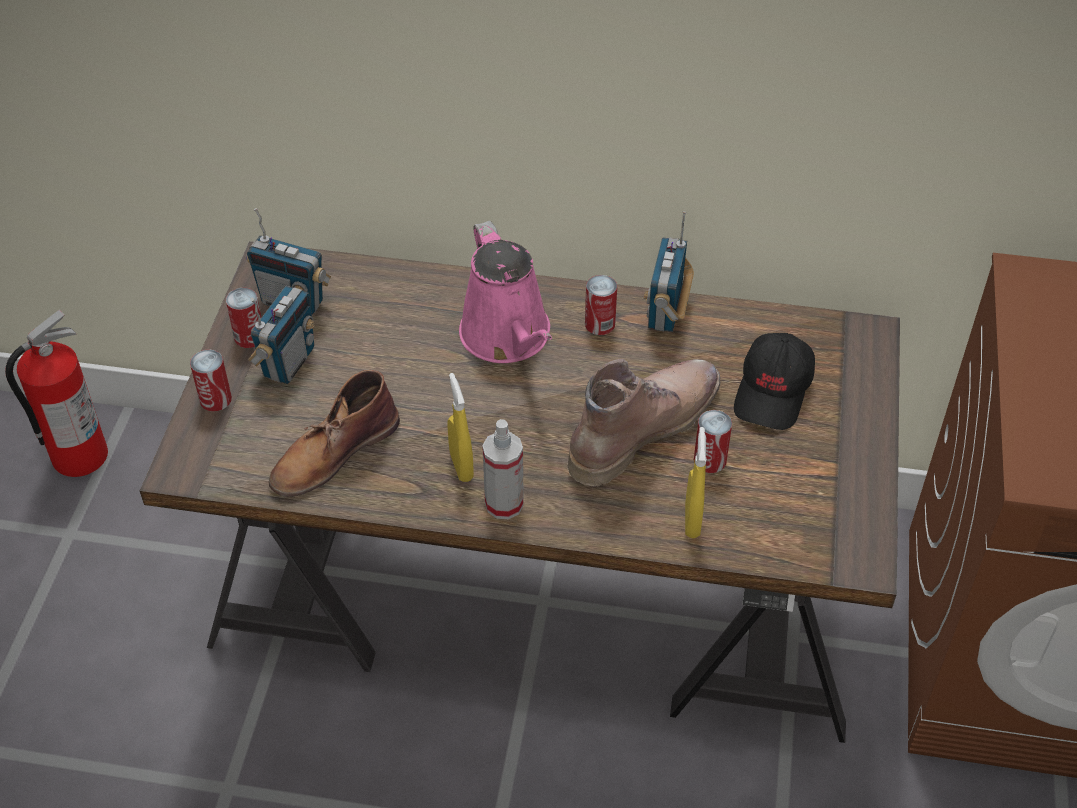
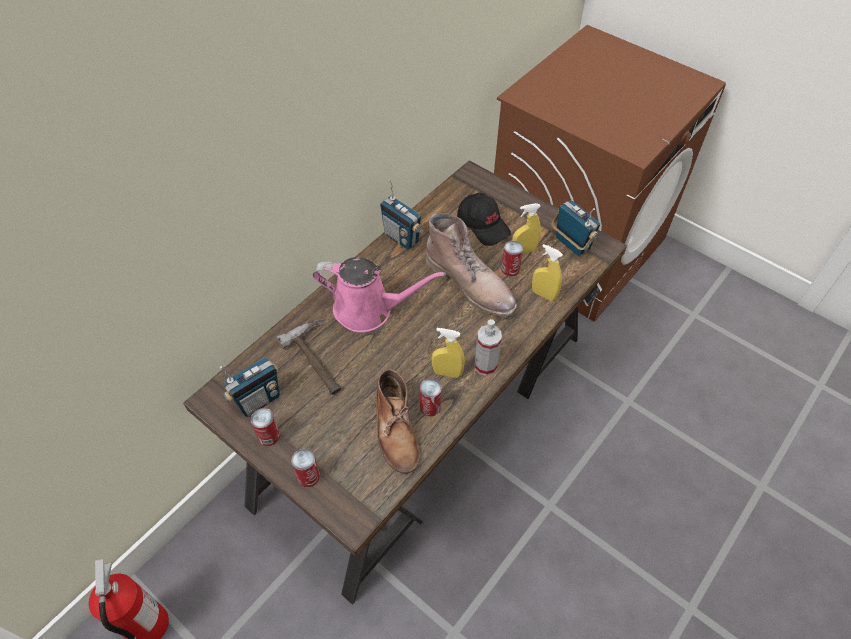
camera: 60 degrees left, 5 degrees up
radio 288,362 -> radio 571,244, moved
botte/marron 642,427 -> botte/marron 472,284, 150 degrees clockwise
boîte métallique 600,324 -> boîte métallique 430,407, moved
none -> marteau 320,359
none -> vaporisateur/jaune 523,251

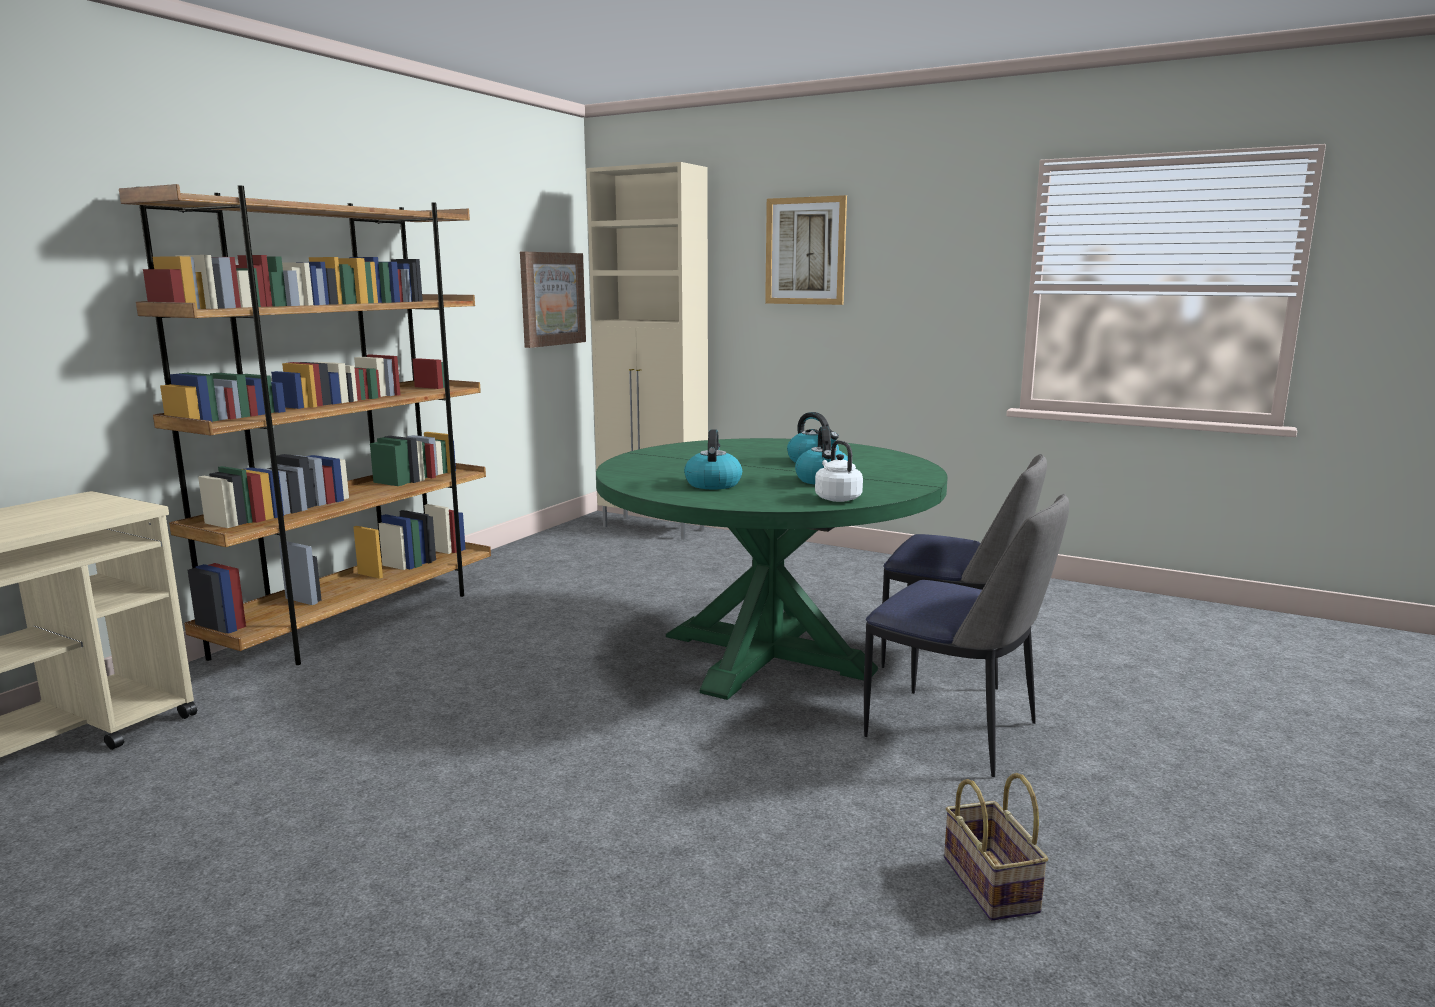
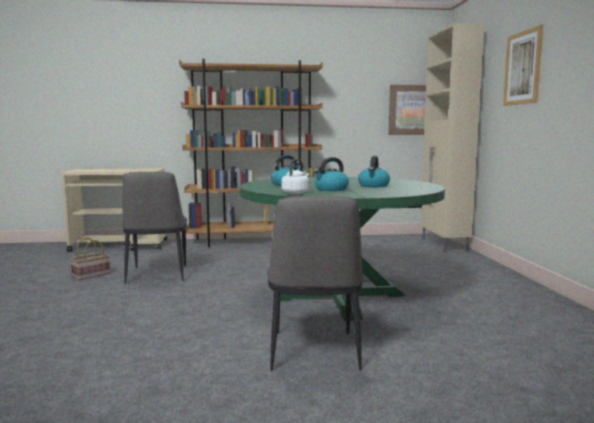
camera: 55 degrees right, 5 degrees down
chaise 954,659 -> chaise 157,275, moved
panier 993,886 -> panier 90,275, moved

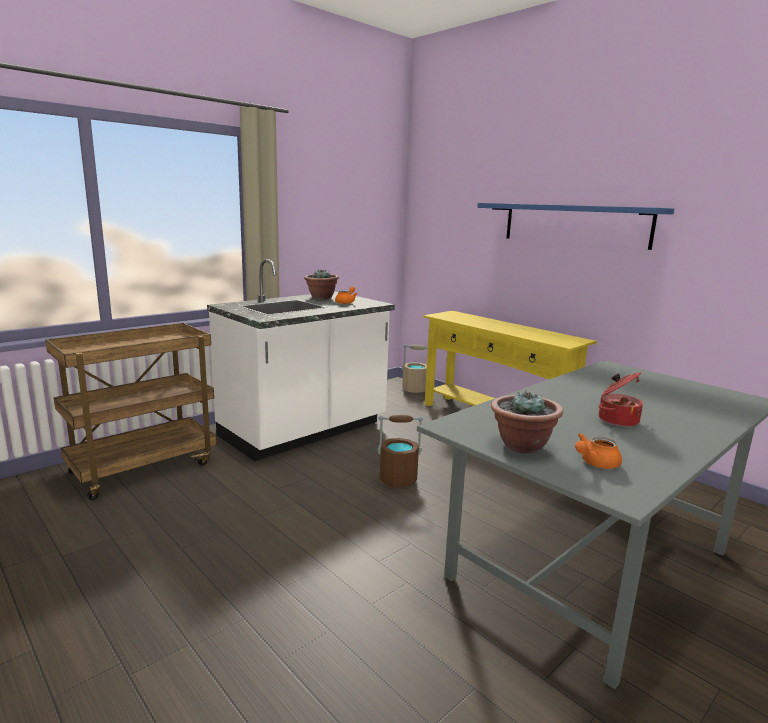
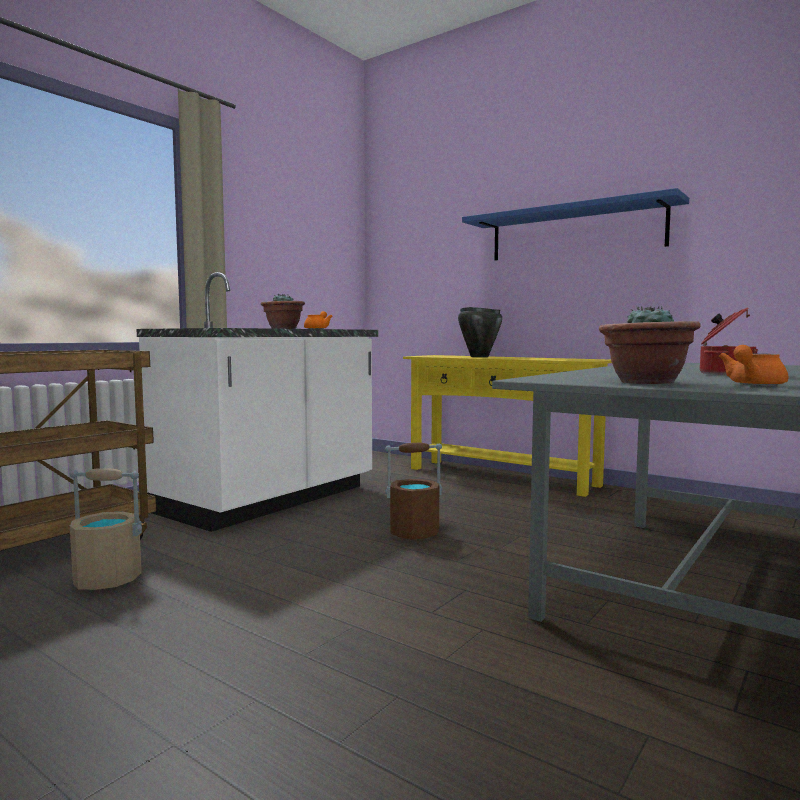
camera: 10 degrees left, 10 degrees down
seau/beige 415,389 -> seau/beige 108,579, moved
none -> marmite/noir 479,357

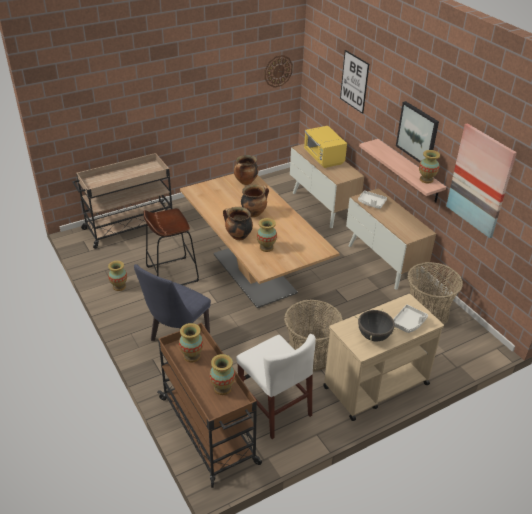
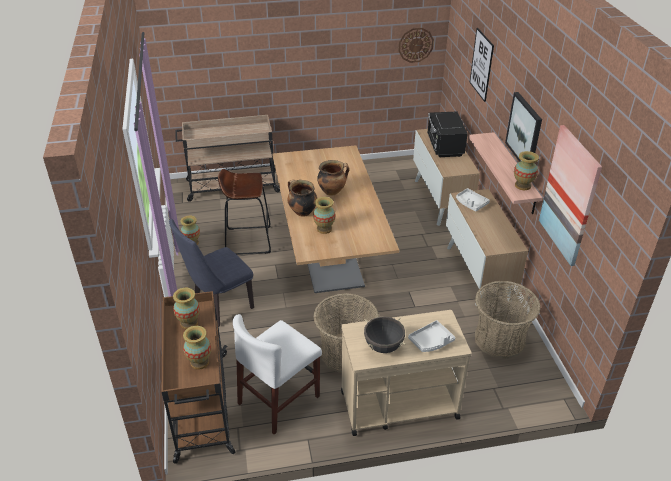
camera: 20 degrees right, 0 degrees up
marmite 245,182 -> none
chaise/blanc 274,407 -> chaise/blanc 279,400, 60 degrees clockwise
micro-ondes/jaune 323,158 -> micro-ondes/noir 444,147

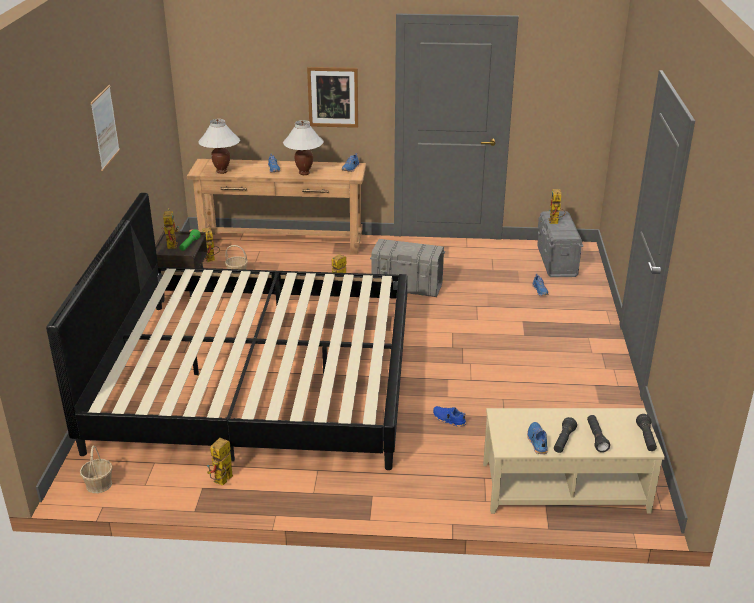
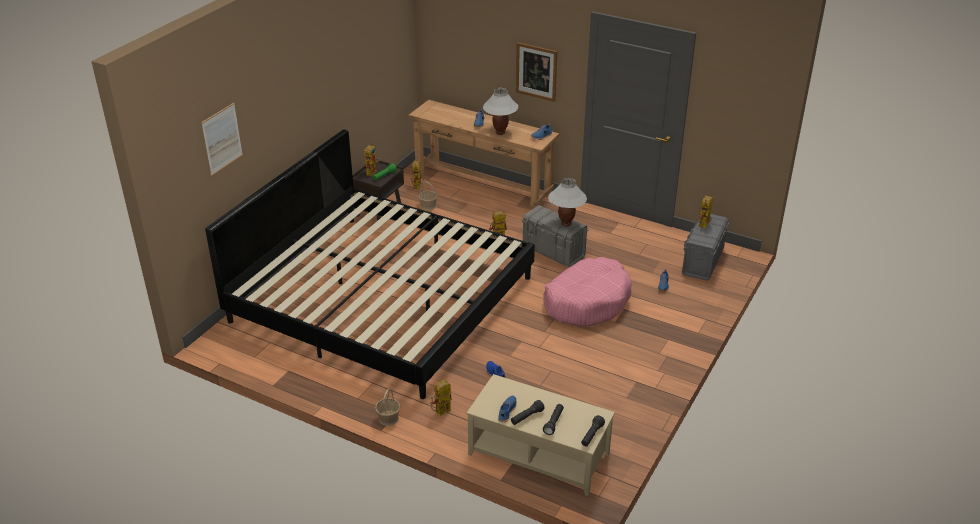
camera: 25 degrees right, 5 degrees up
panier 99,484 -> panier 388,418, moved
tableau 105,127 -> tableau 222,139, moved
lampe de table/blanc 222,171 -> lampe de table/blanc 566,224, moved
robot jouet 222,482 -> robot jouet 441,413, moved
none -> panier pour chien/rose 587,301

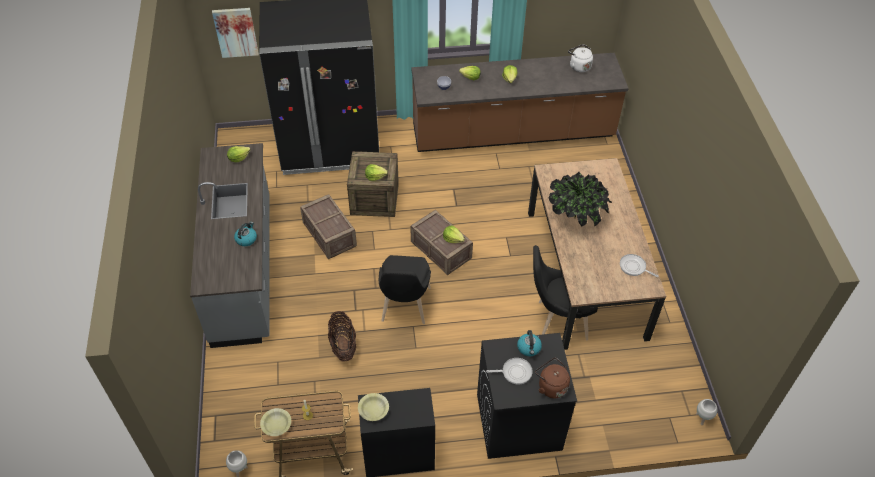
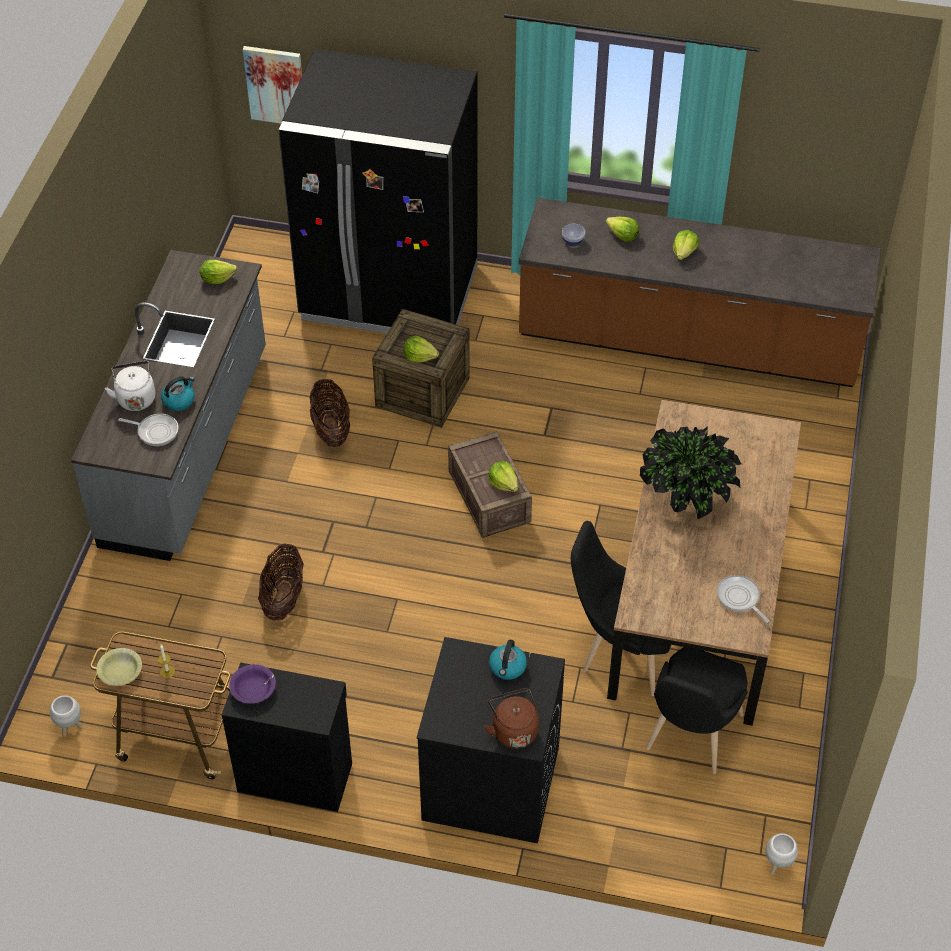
camera: 20 degrees right, 0 degrees up
caisse 329,235 -> panier 331,429
bol/jaune 373,409 -> bol/violet 253,688
chaise/noir 404,308 -> chaise/noir 690,737, moved
poêle 514,372 -> poêle 155,431, moved
bouilloire/blanc 579,66 -> bouilloire/blanc 135,397, moved

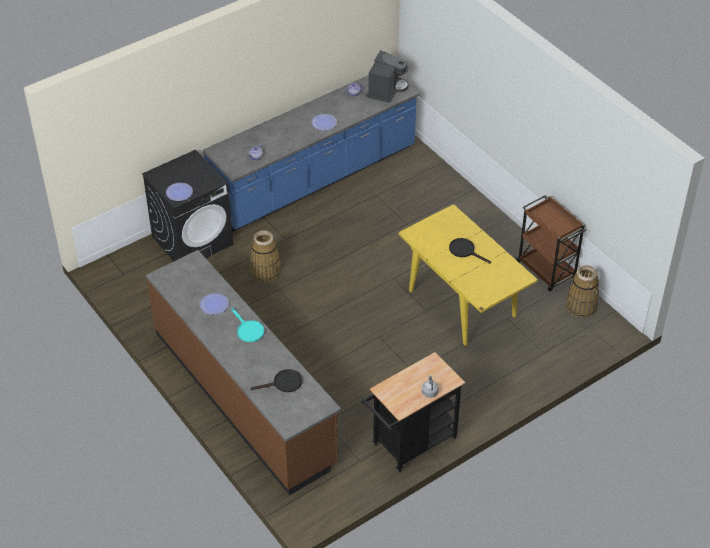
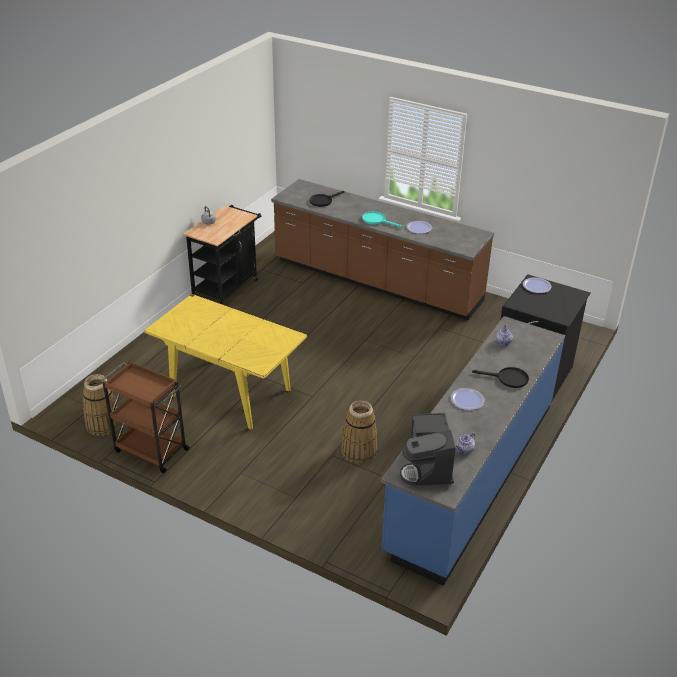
camera: 155 degrees right, 10 degrees down
panier 265,271 -> panier 359,451, moved
poêle/noir 465,251 -> poêle/noir 508,379, moved

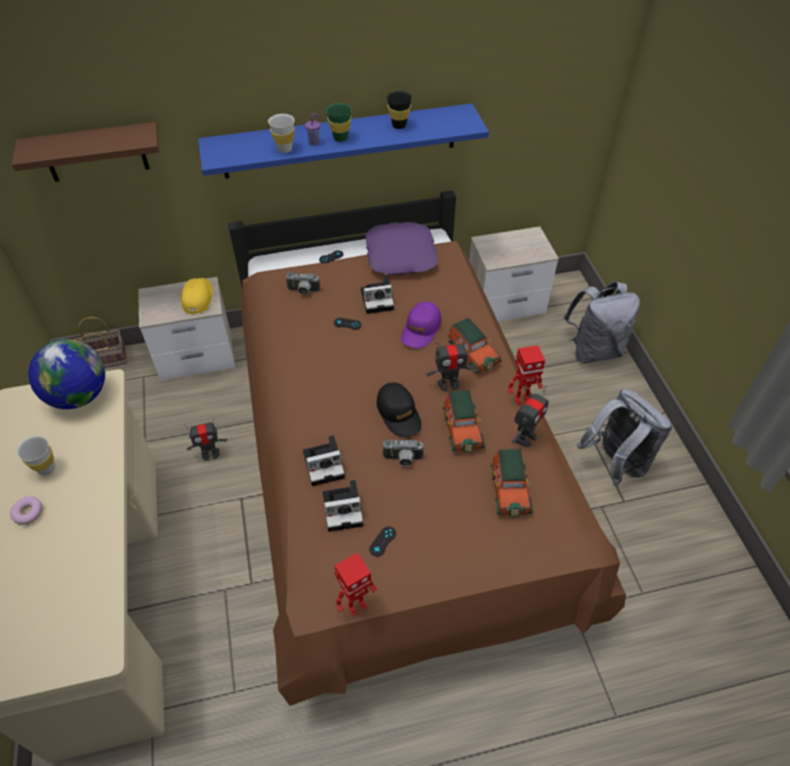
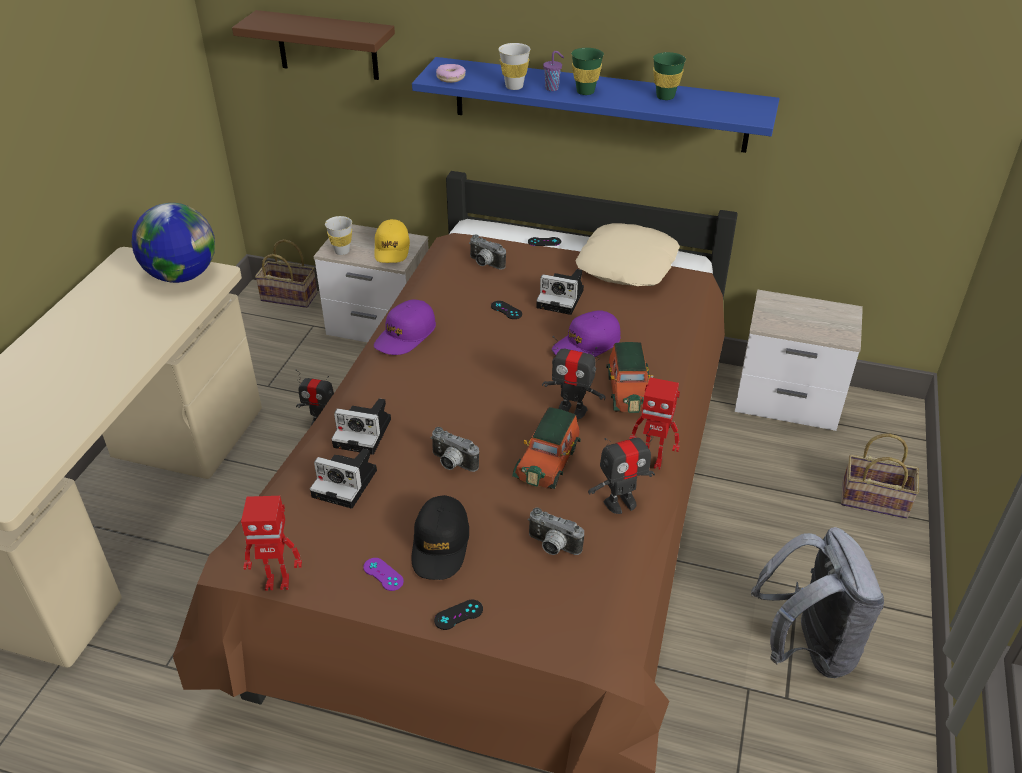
camera: 30 degrees right, 10 degrees down
beignet 28,513 -> beignet 451,78, moved
tasse/blanc 46,469 -> tasse/blanc 342,251, moved
casquette/jaune 198,298 -> casquette/jaune 392,249, 150 degrees clockwise
coussin/violet 401,255 -> coussin/beige 628,265
manette/noir 382,541 -> manette/noir 458,615, moved
casquette/noir 399,414 -> casquette/noir 440,545, moved
tasse/noir 399,125 -> tasse/vert 665,96
petite voiture 509,489 -> appareil photo 552,547
sac à dos/gris 593,350 -> panier 876,499
none -> manette/violet 383,574
none -> casquette/violet 405,335

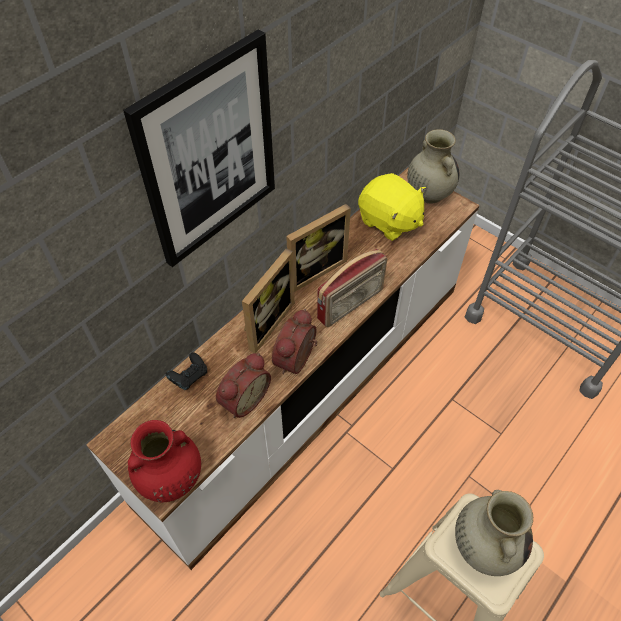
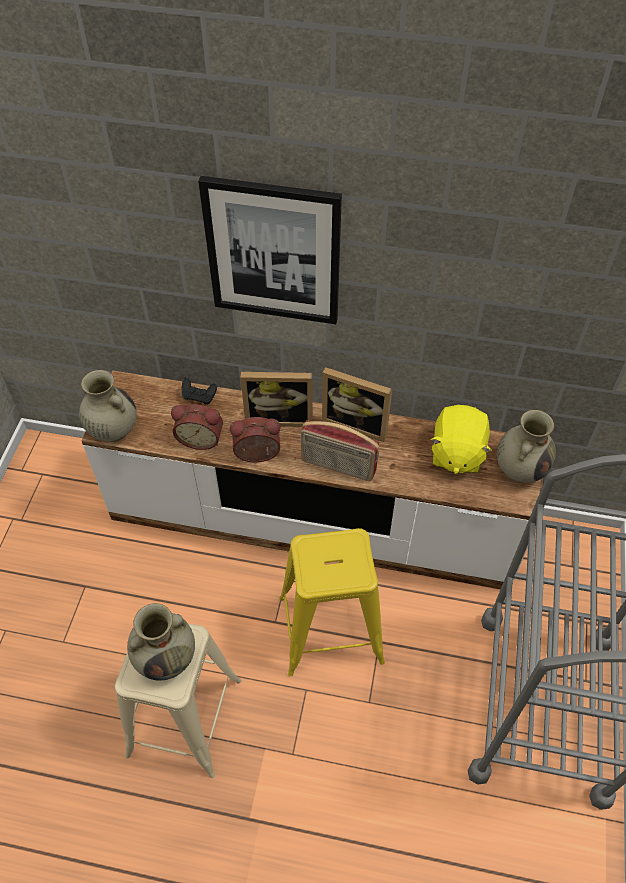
camera: 60 degrees right, 0 degrees up
vase/rouge 170,479 -> vase/beige 112,430
none -> tabouret/jaune 330,629

